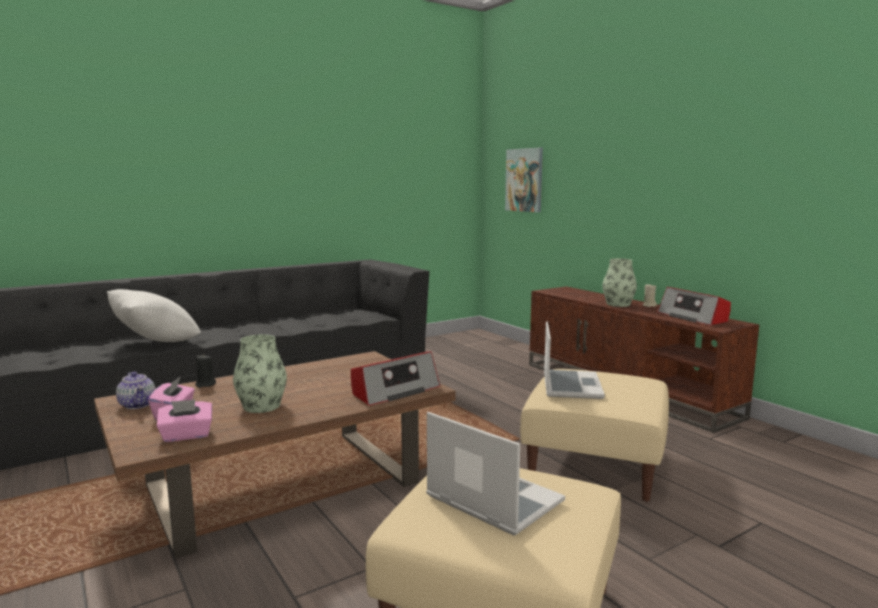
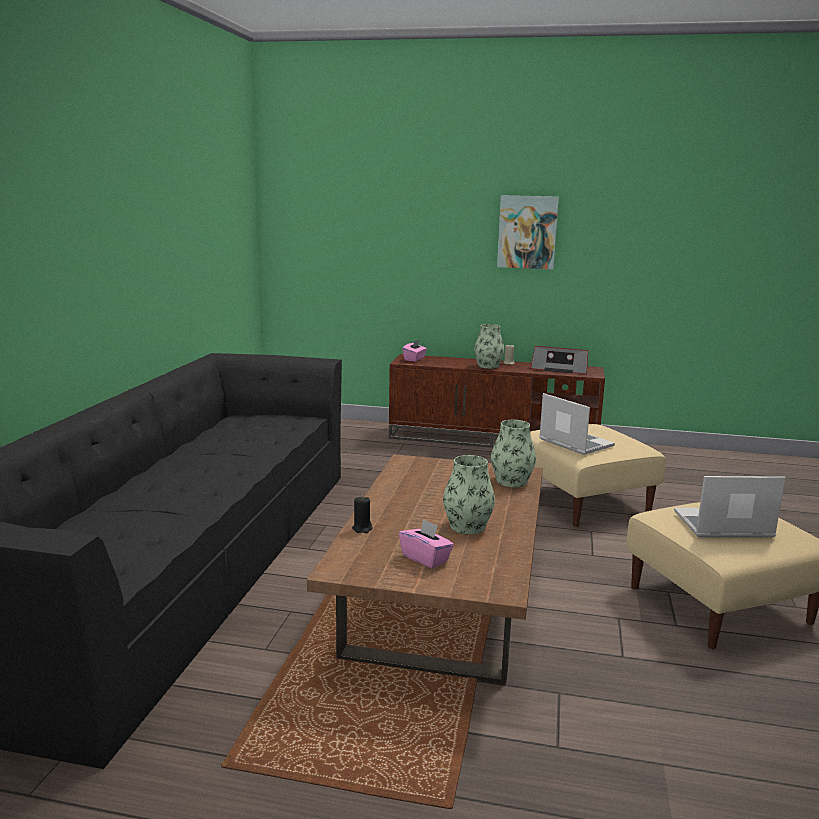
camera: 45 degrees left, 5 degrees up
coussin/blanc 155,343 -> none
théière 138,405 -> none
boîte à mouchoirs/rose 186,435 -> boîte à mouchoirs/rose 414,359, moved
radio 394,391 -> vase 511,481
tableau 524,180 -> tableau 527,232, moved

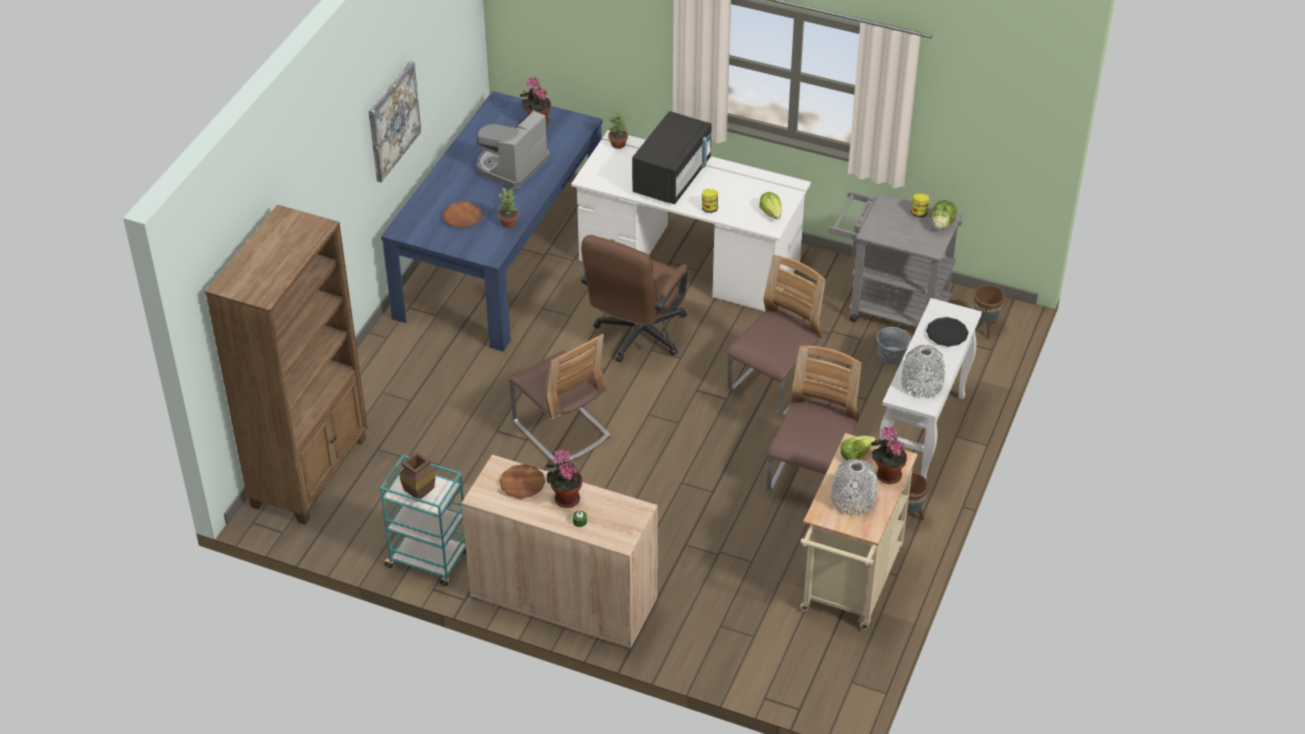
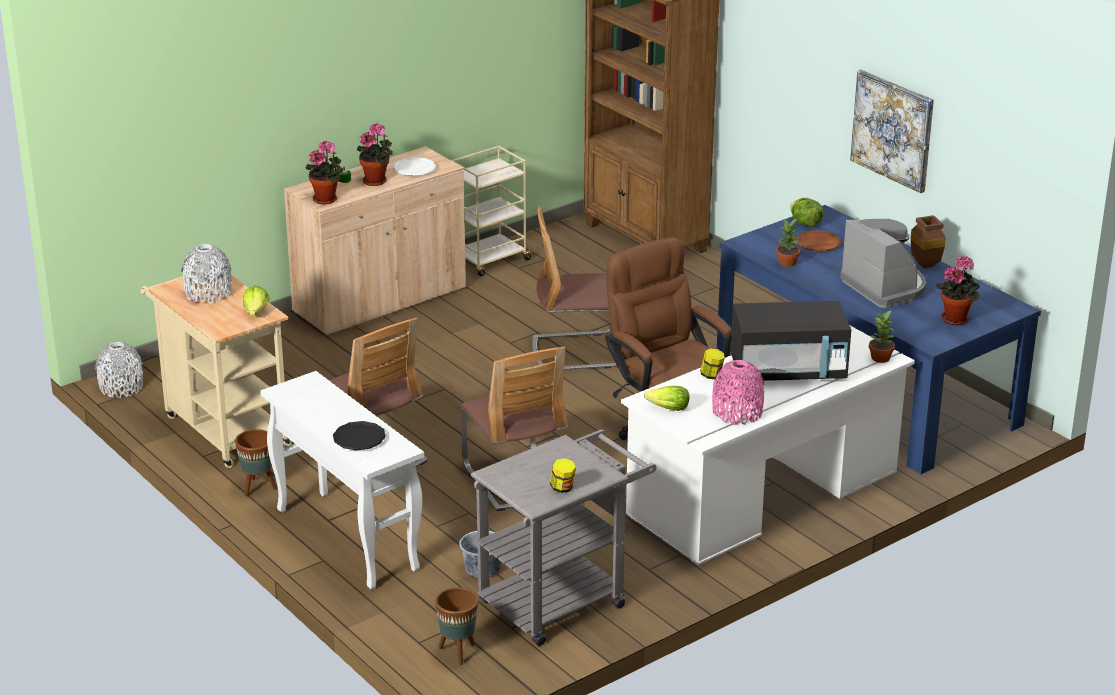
camera: 120 degrees right, 15 degrees down
chariot/turquoise 429,560 -> chariot/beige 490,260
vase/marron 419,496 -> vase/marron 923,265, moved
assiette/marron 522,484 -> assiette/blanc 414,170
micro-ondes/noir 672,178 -> micro-ondes/noir 788,371, 60 degrees counterclockwise
plante en pot 886,475 -> plante en pot 327,199, moved
vase/gris 922,384 -> vase/gris 121,387, moved
laitue 942,224 -> laitue 805,223, moved
none -> vase/rose 737,412

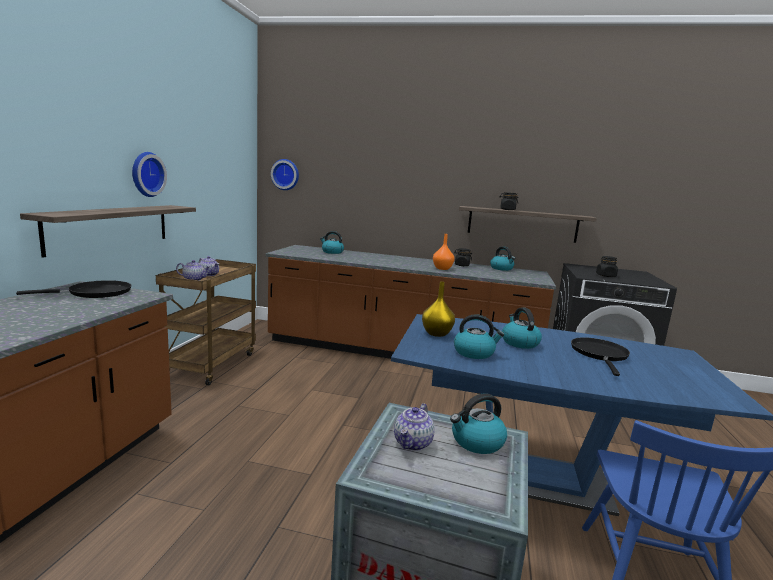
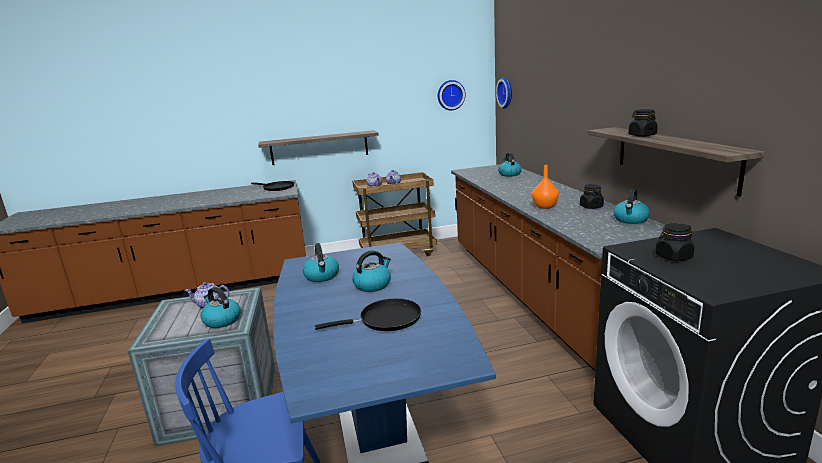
camera: 65 degrees right, 5 degrees up
horloge murale 146,174 -> horloge murale 450,95, moved
vase/jaune 436,333 -> none

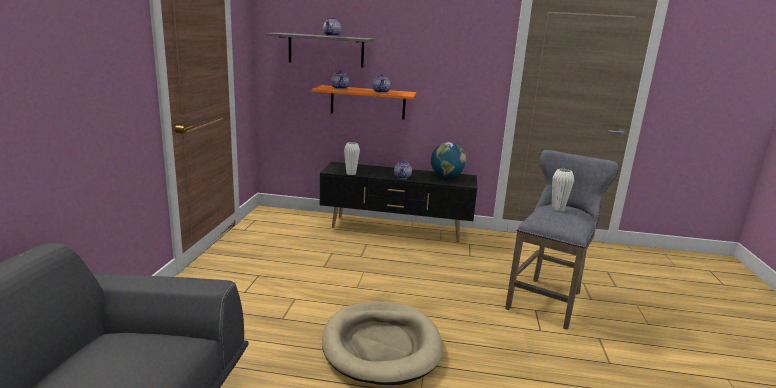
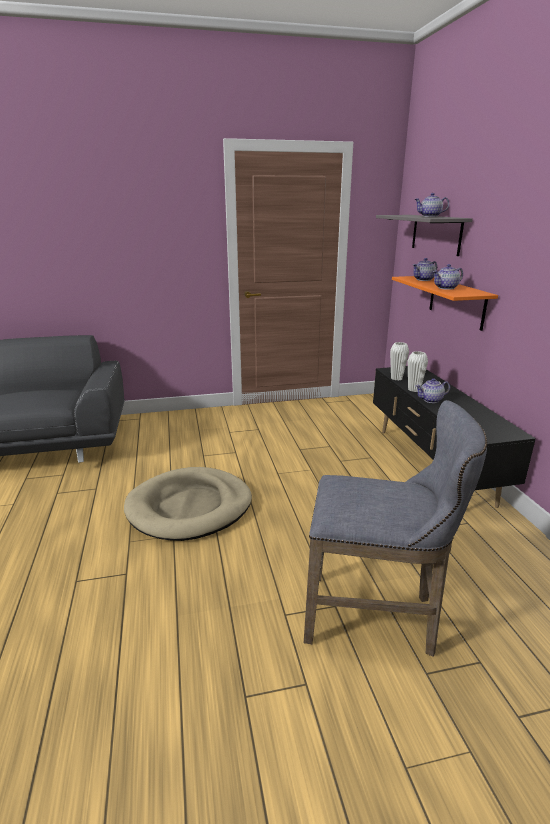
camera: 70 degrees right, 5 degrees up
globe 446,177 -> none
vase/blanc 558,209 -> vase/blanc 414,389, moved

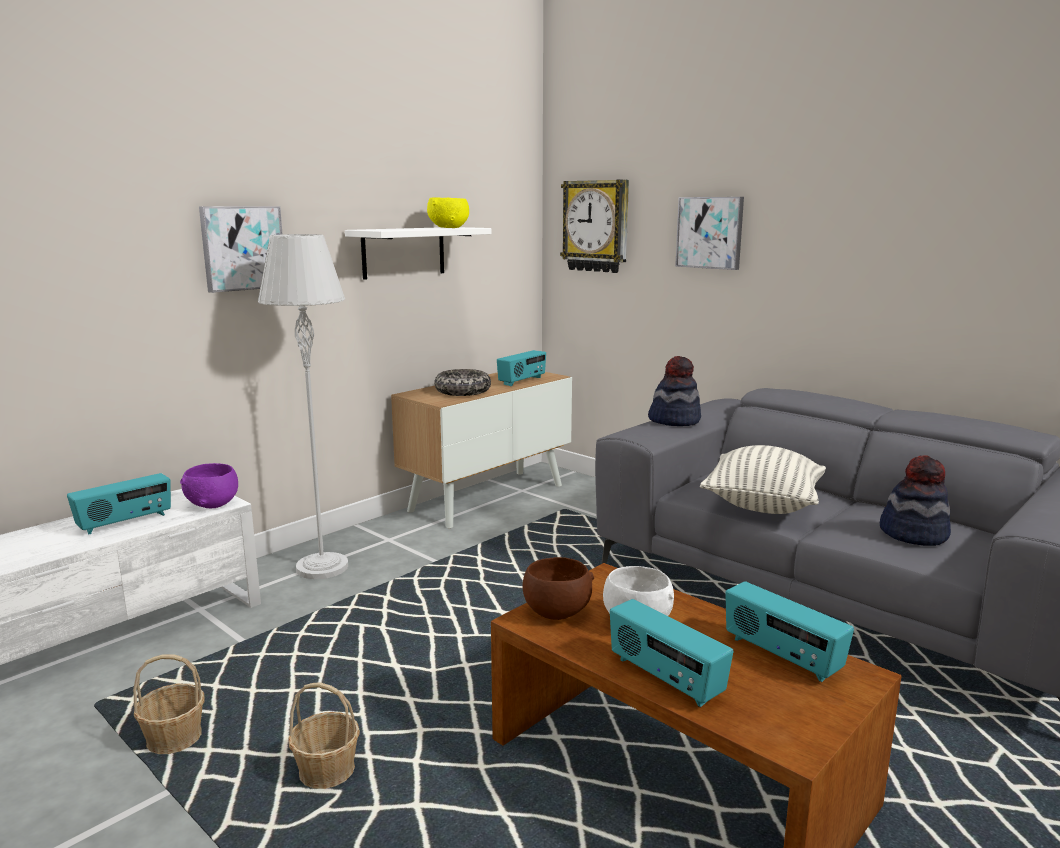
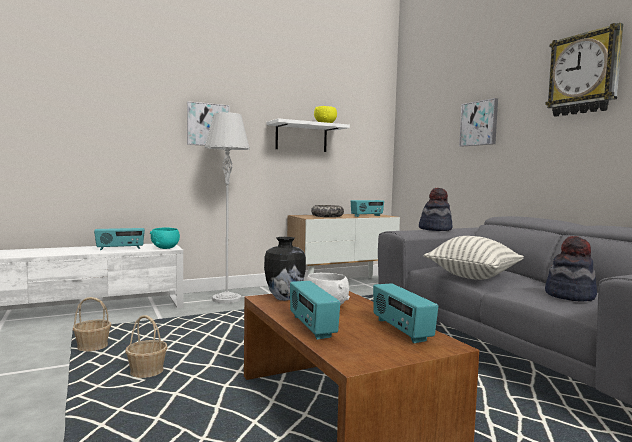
camera: 20 degrees right, 10 degrees down
bol/violet 213,504 -> bol/turquoise 166,248
bol/marron 555,613 -> vase 283,298
horloge murale 596,226 -> horloge murale 584,74, moved

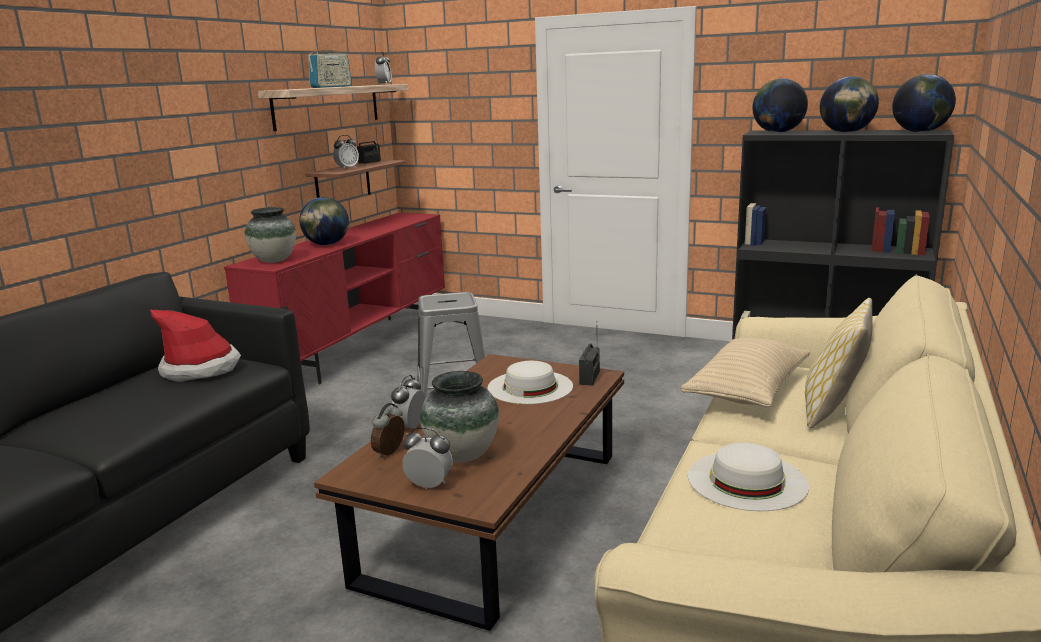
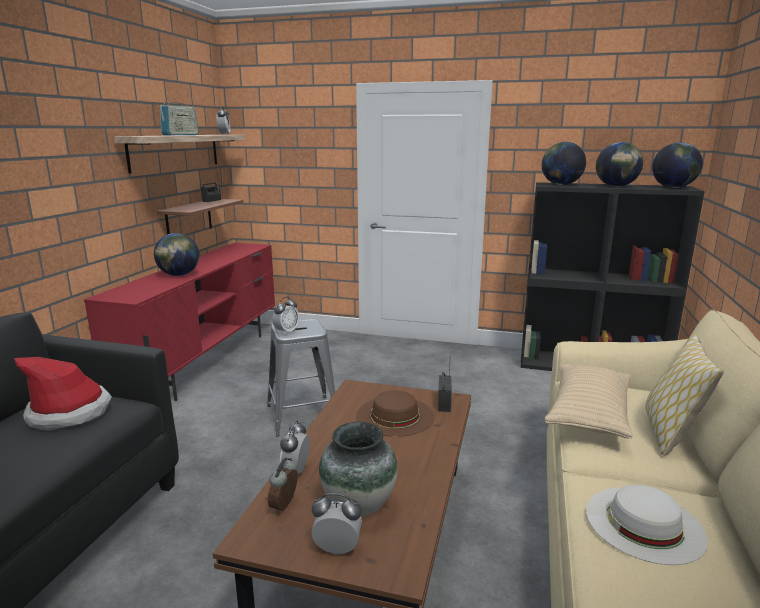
camera: 10 degrees left, 0 degrees up
vase 274,260 -> none
réveil 347,168 -> réveil 286,331, moved
chapeau/blanc 530,387 -> chapeau/marron 395,415

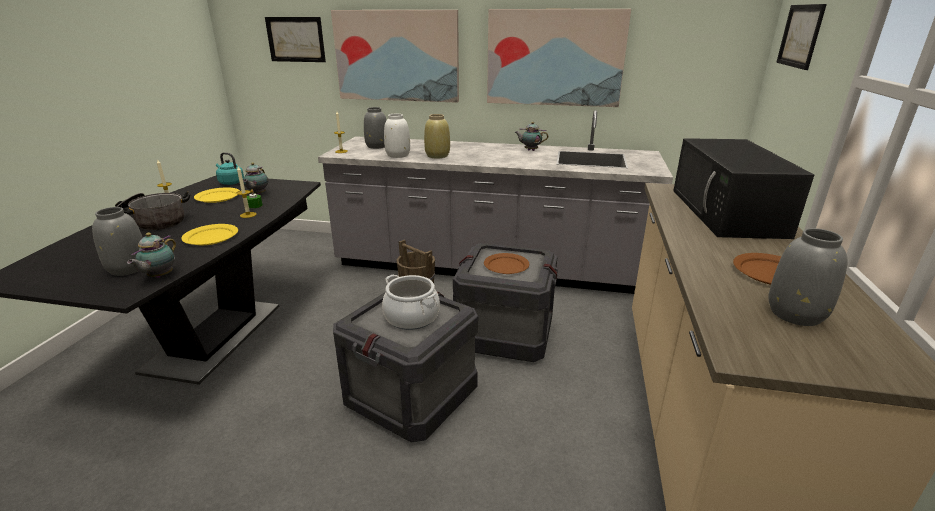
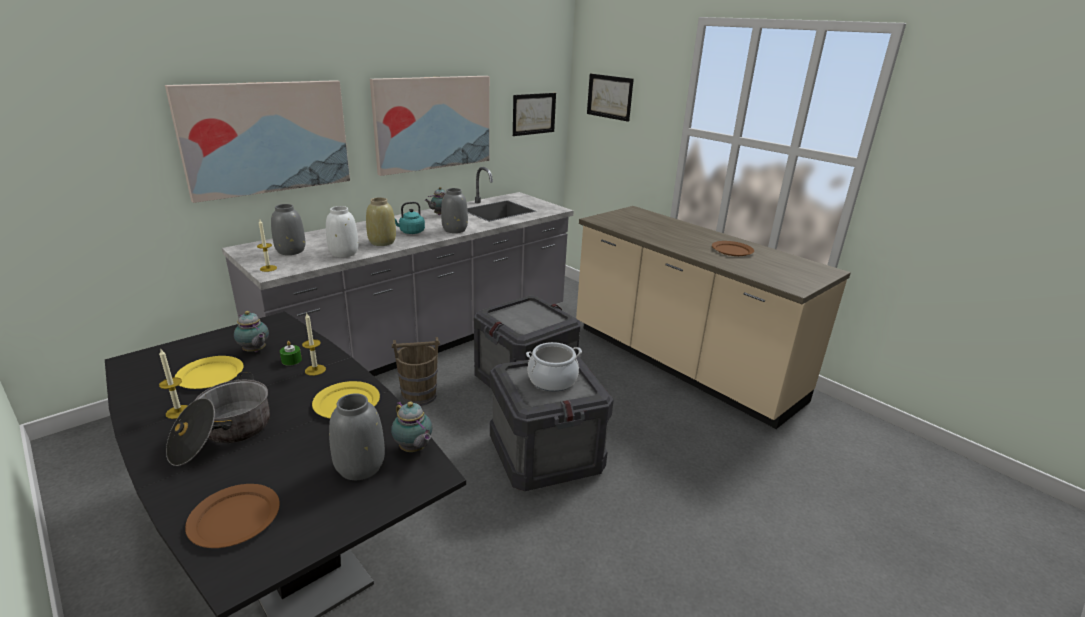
camera: 55 degrees left, 0 degrees up
bouilloire/turquoise 230,182 -> bouilloire/turquoise 410,232, moved
tableau 295,39 -> tableau 534,114, moved
assiette/marron 506,265 -> assiette/marron 234,518, moved
micro-ondes/noir 728,212 -> none
vase/gris 795,314 -> vase/gris 454,230, moved

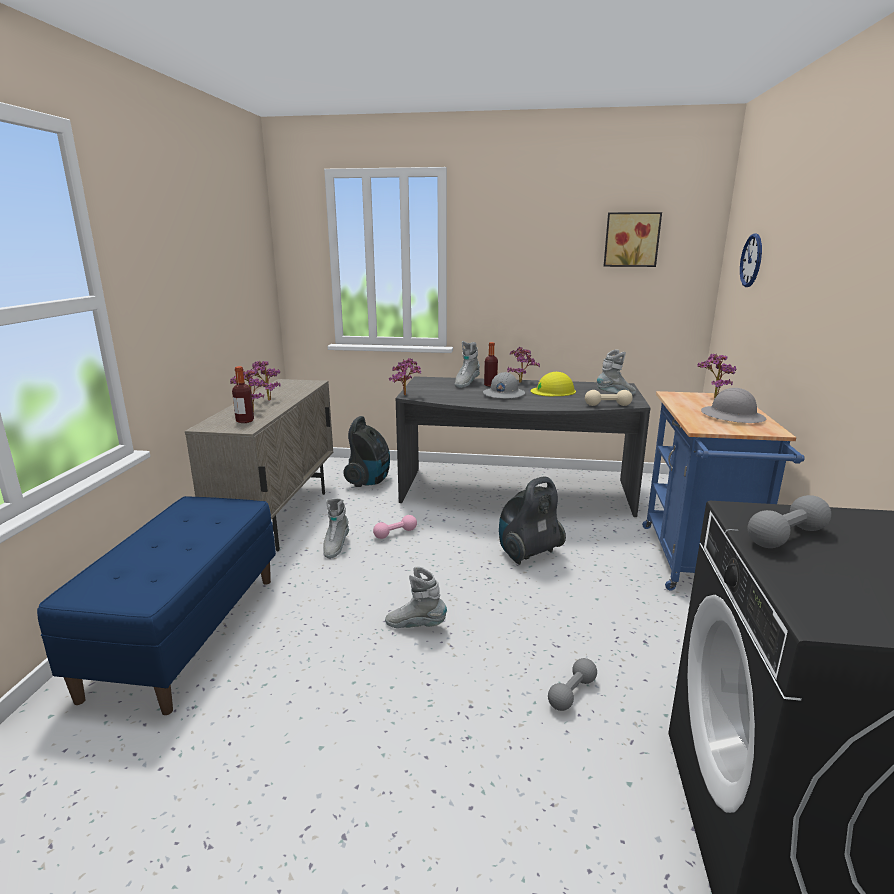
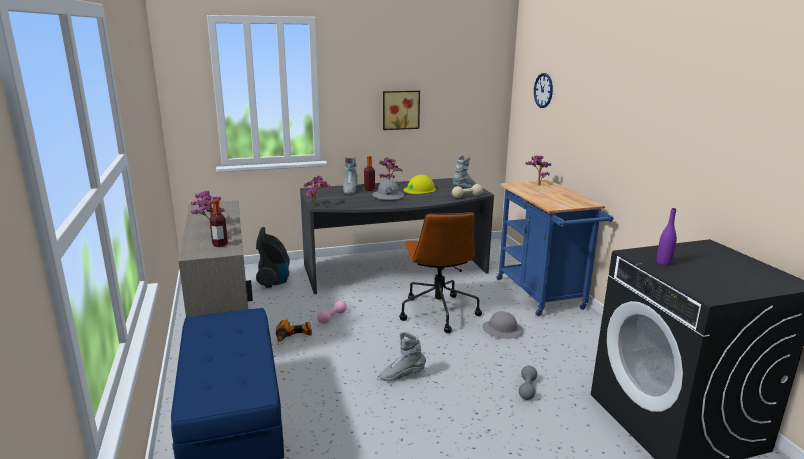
camera: 25 degrees left, 0 degrees up
botte/gris 335,546 -> perceuse 293,337
aspirateur 527,553 -> chaise de bureau/marron 437,312
tableau 631,239 -> tableau 400,110, moved
casque de chantier/gris 732,416 -> casque de chantier/gris 502,330, moved
haltère/gris 786,537 -> bouteille/violet 663,263

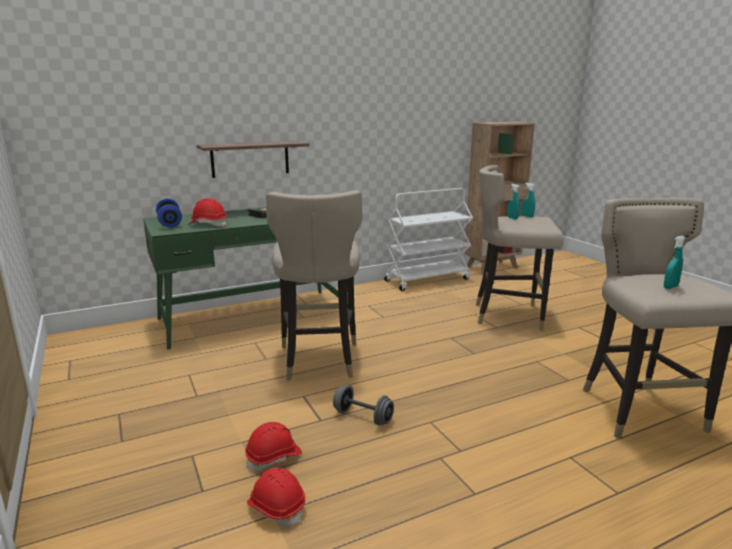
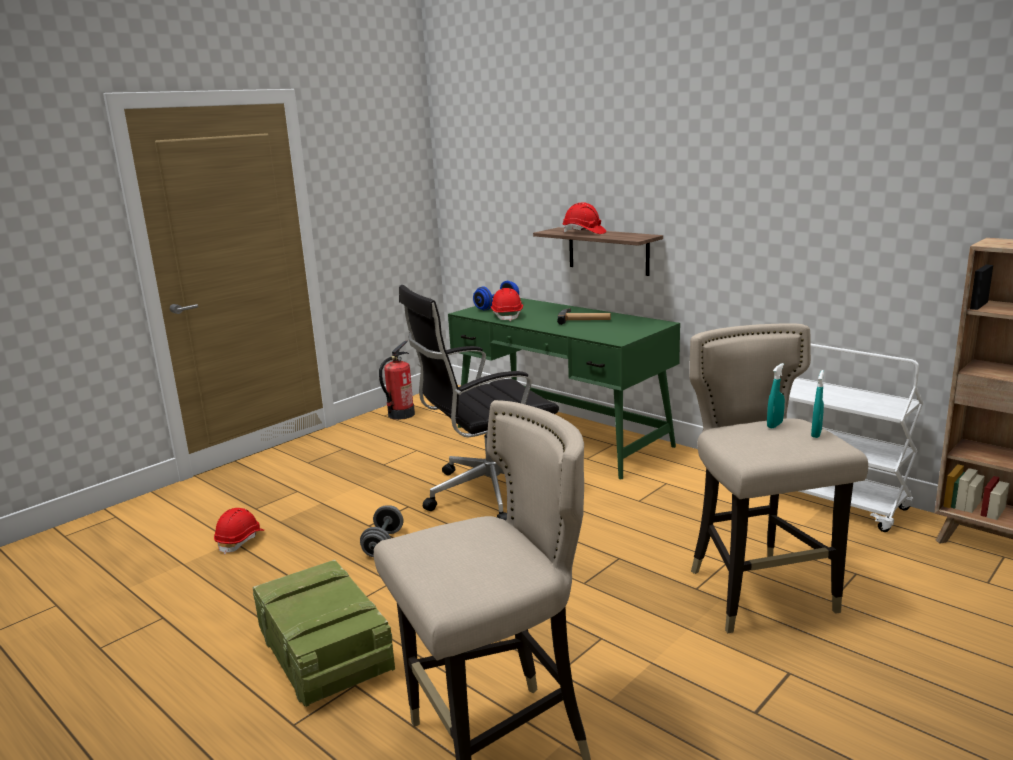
camera: 70 degrees right, 0 degrees up
casque de chantier/rouge 274,457 -> casque de chantier/rouge 584,233, moved
tabouret/beige 318,359 -> chaise de bureau/noir 487,494
vaporisateur/turquoise 670,287 -> none
none -> caisse 323,653
none -> extincteur 401,414

